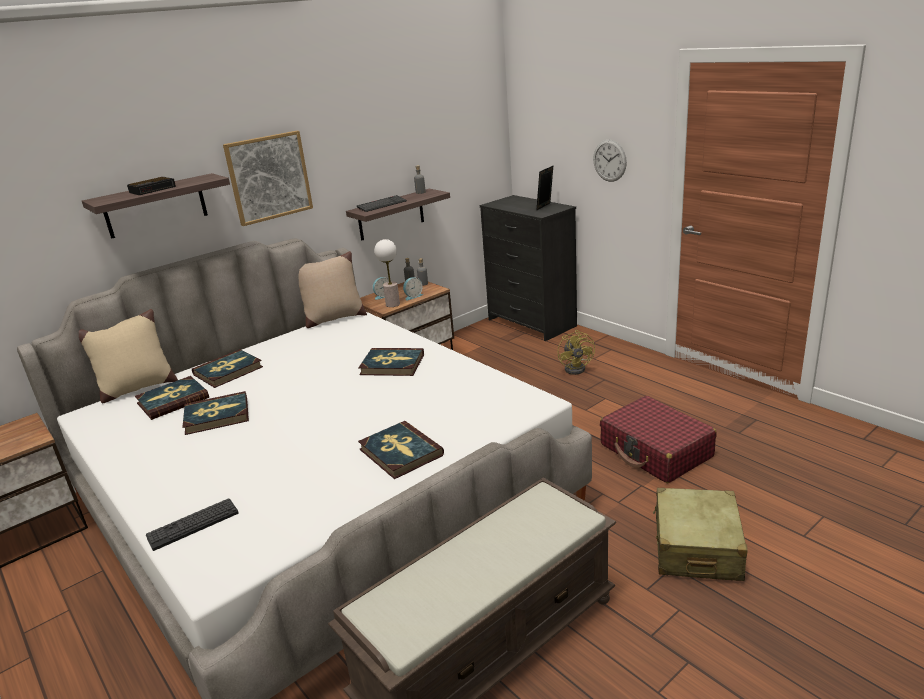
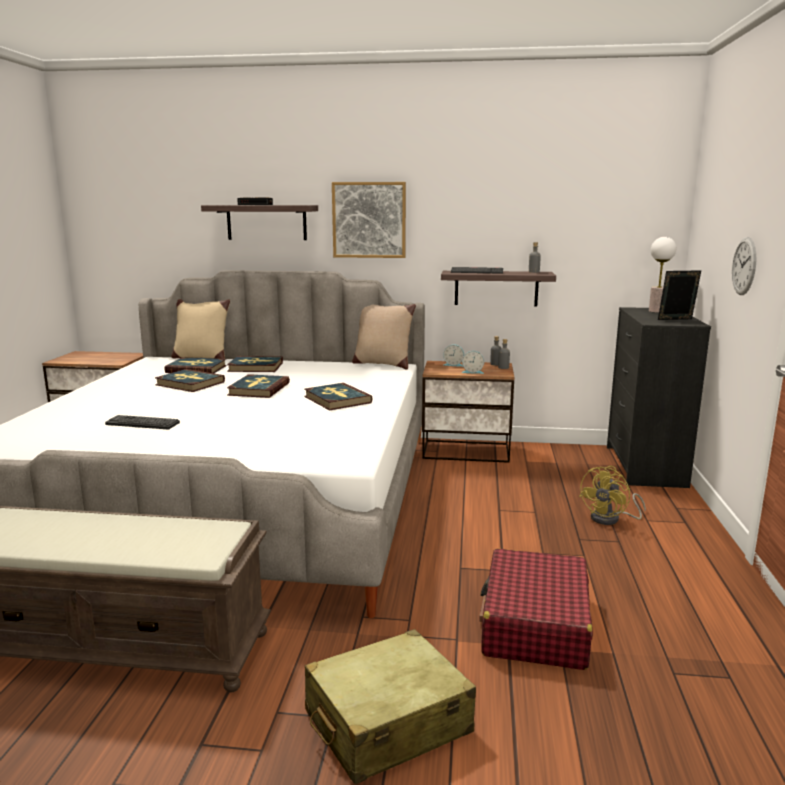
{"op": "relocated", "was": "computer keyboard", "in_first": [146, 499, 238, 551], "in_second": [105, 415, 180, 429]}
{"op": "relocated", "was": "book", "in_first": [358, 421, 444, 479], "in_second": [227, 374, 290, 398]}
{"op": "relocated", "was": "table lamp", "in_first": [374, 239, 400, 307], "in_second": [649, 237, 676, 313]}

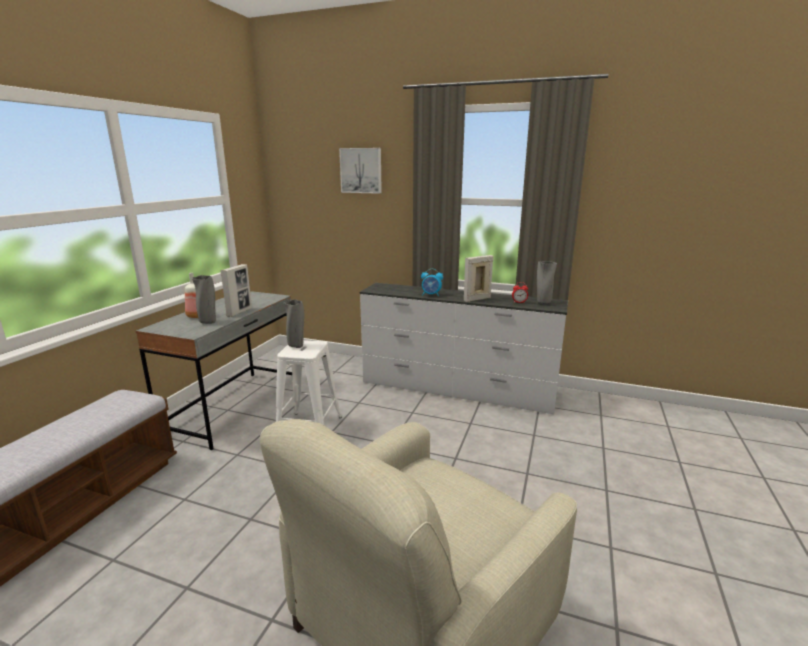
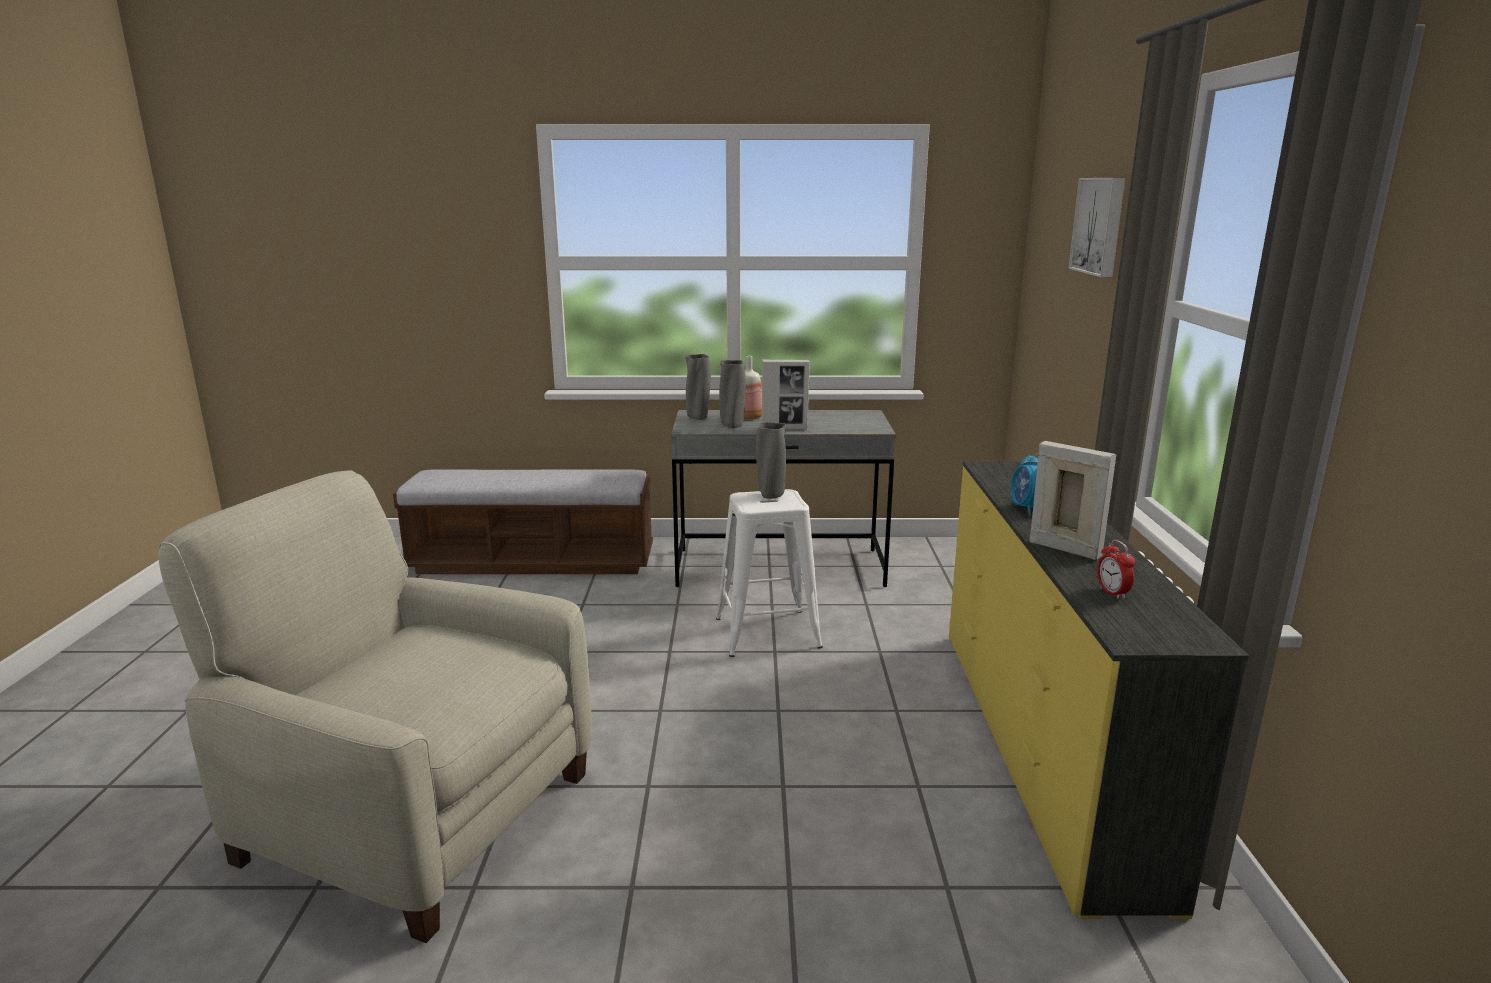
{"op": "relocated", "was": "grey flower vase", "in_first": [537, 261, 557, 305], "in_second": [685, 354, 711, 420]}
{"op": "colour", "was": "white-coloured chest of drawers", "now": "yellow chest of drawers", "in_first": [360, 283, 568, 415], "in_second": [949, 461, 1249, 919]}

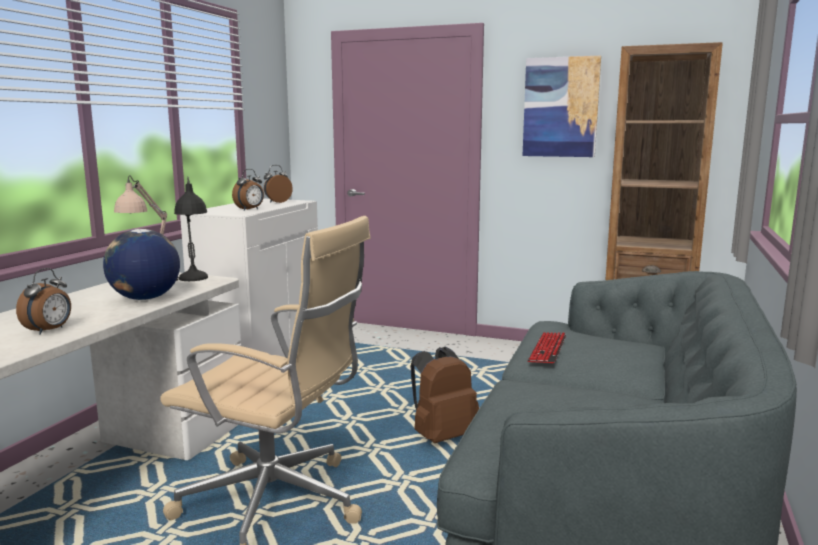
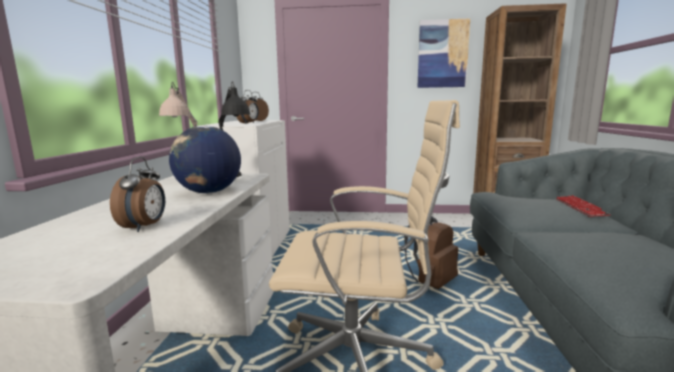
{"op": "relocated", "was": "computer keyboard", "in_first": [528, 332, 566, 363], "in_second": [556, 195, 611, 217]}

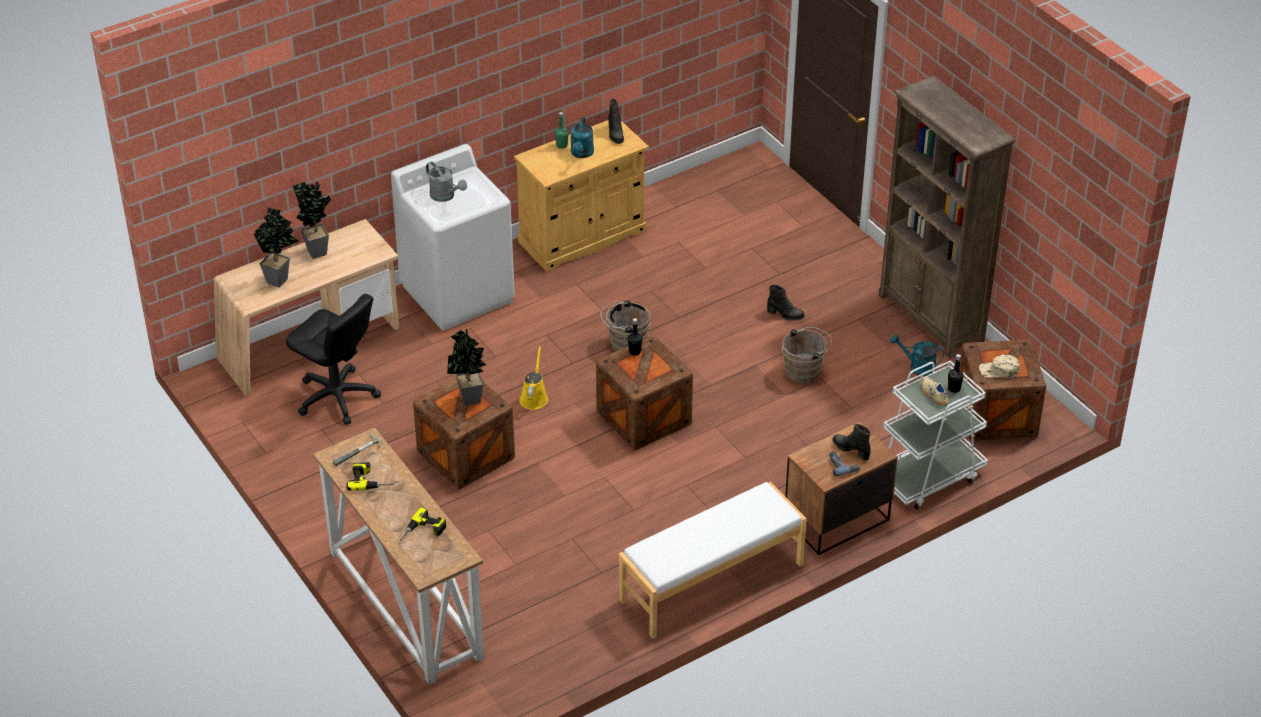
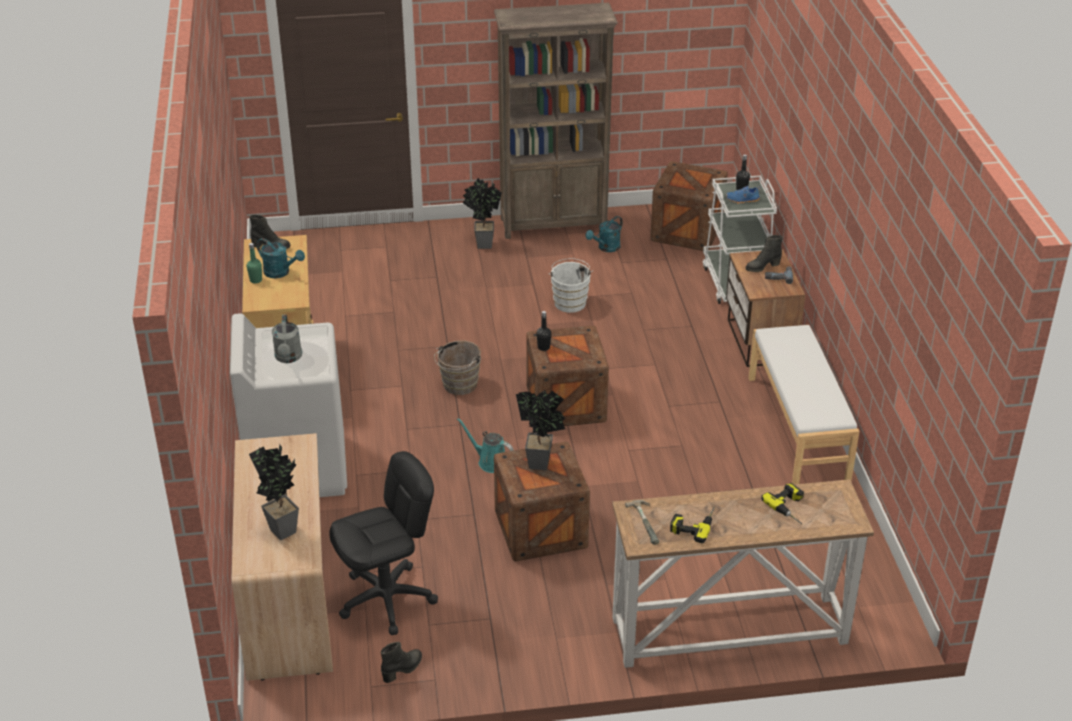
{"op": "spun", "was": "grey sprinkling can", "in_first": [426, 162, 467, 202], "in_second": [272, 315, 302, 363], "clockwise": 105}
{"op": "relocated", "was": "black-coloured tall boot", "in_first": [767, 285, 805, 321], "in_second": [381, 642, 422, 683]}
{"op": "colour", "was": "yellow sprinkling can", "now": "turquoise sprinkling can", "in_first": [519, 346, 548, 410], "in_second": [457, 418, 514, 473]}
{"op": "relocated", "was": "plant in a pot", "in_first": [293, 182, 331, 259], "in_second": [463, 178, 502, 249]}
{"op": "colour", "was": "brown-coloured pail", "now": "white-coloured pail", "in_first": [782, 327, 832, 384], "in_second": [549, 258, 593, 313]}
{"op": "colour", "was": "beige low shoe", "now": "bluish low shoe", "in_first": [921, 377, 948, 405], "in_second": [726, 186, 760, 204]}
{"op": "missing", "was": "beige peaked cap", "in_first": [979, 355, 1020, 378]}

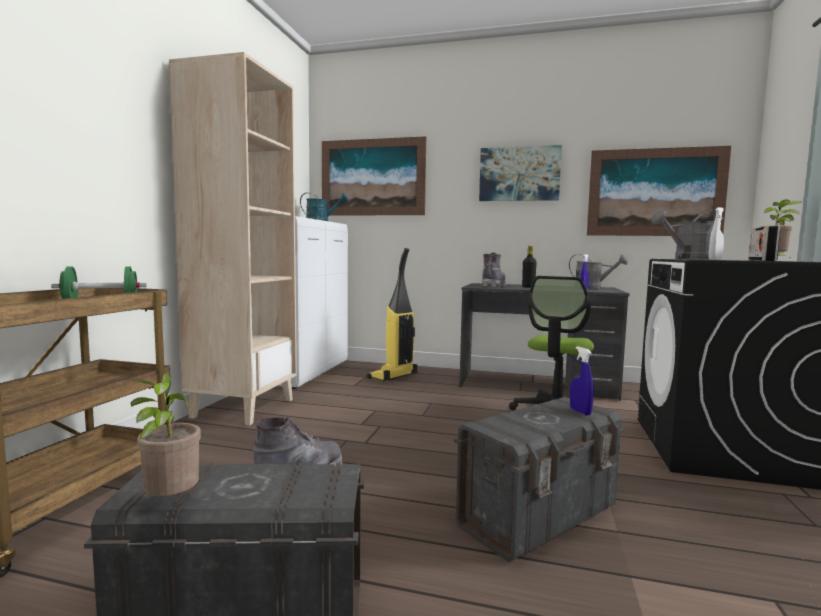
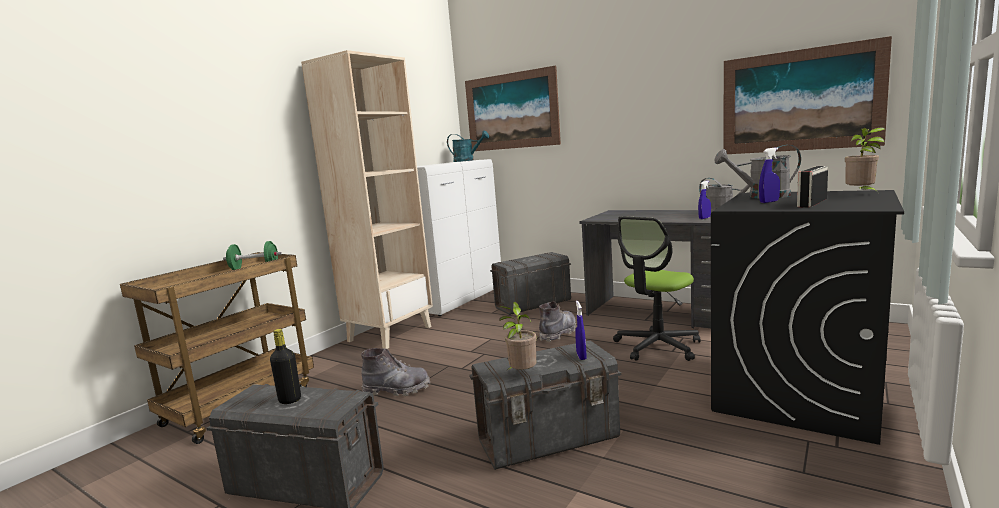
{"op": "relocated", "was": "black-coloured drink bottle", "in_first": [522, 246, 537, 288], "in_second": [270, 329, 301, 404]}
{"op": "exchanged", "was": "hoover", "now": "grey storage box", "in_first": [367, 248, 417, 381], "in_second": [490, 252, 571, 315]}
{"op": "relocated", "was": "plant in a pot", "in_first": [131, 372, 201, 500], "in_second": [499, 302, 537, 370]}
{"op": "relocated", "was": "grey tall boot", "in_first": [482, 252, 506, 287], "in_second": [539, 301, 576, 342]}
{"op": "colour", "was": "white-coloured hand sprayer", "now": "bluish hand sprayer", "in_first": [709, 207, 724, 260], "in_second": [759, 147, 780, 203]}
{"op": "missing", "was": "wall art", "in_first": [479, 145, 562, 201]}

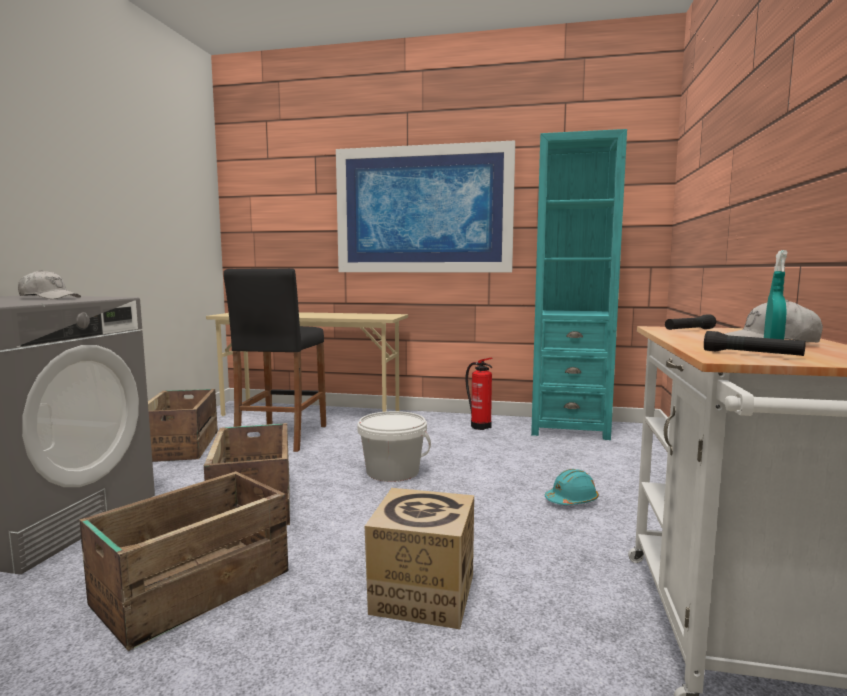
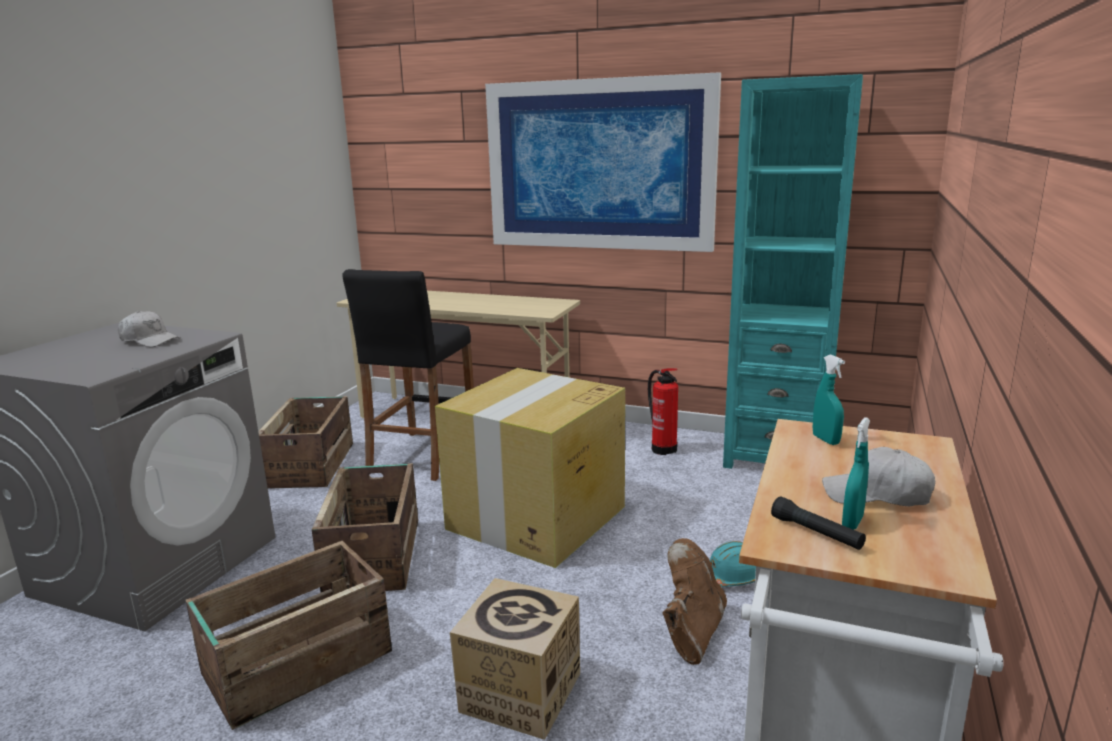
{"op": "exchanged", "was": "white-coloured pail", "now": "packing box", "in_first": [357, 411, 431, 482], "in_second": [435, 368, 625, 568]}
{"op": "appeared", "now": "brown-coloured tall boot", "in_second": [663, 538, 727, 665]}
{"op": "exchanged", "was": "black-coloured hand torch", "now": "turquoise hand sprayer", "in_first": [665, 314, 716, 330], "in_second": [813, 355, 845, 445]}

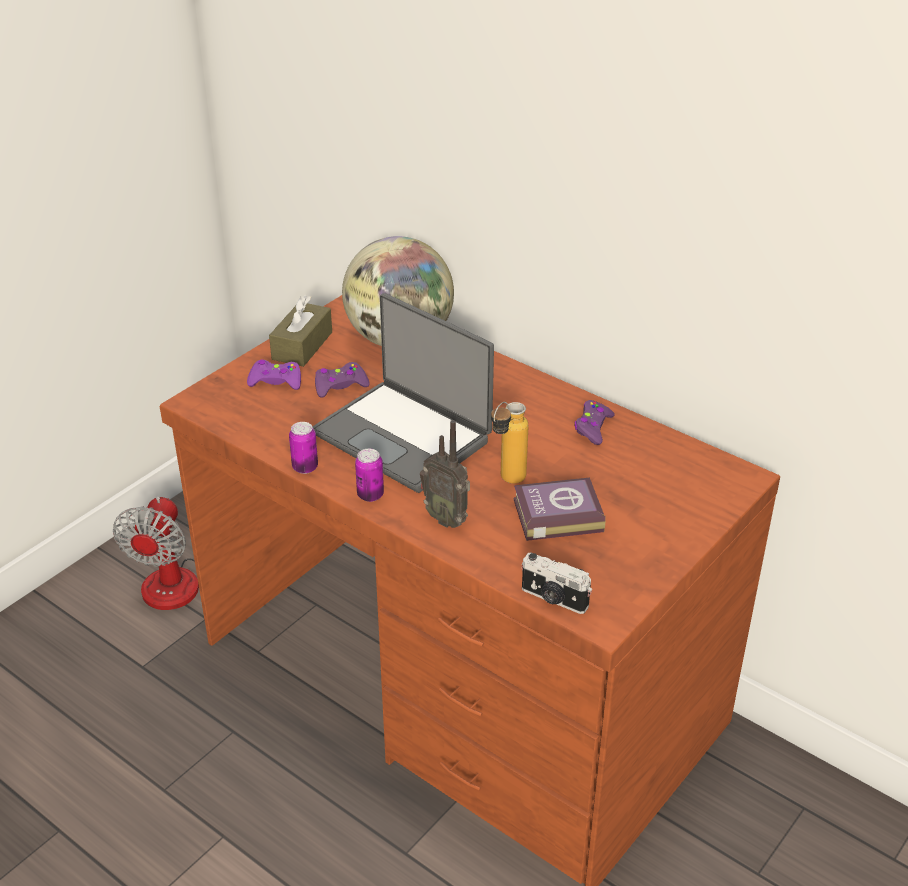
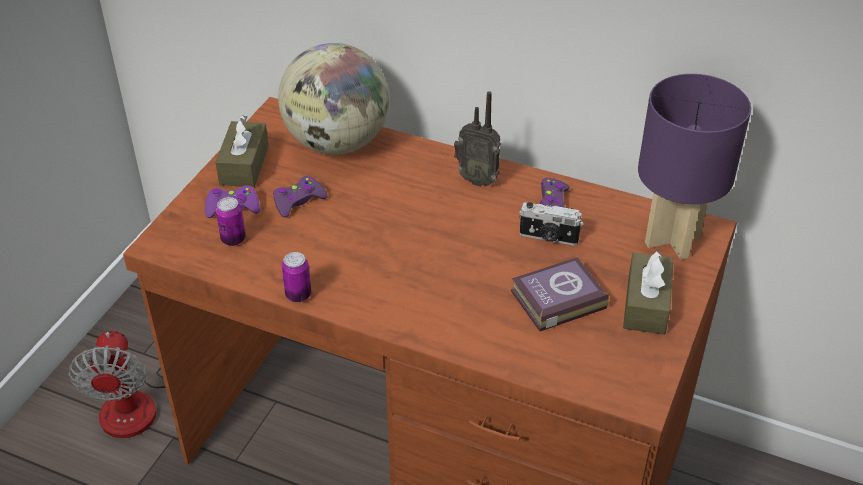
{"op": "relocated", "was": "metal can", "in_first": [355, 449, 384, 502], "in_second": [216, 197, 246, 246]}
{"op": "relocated", "was": "radio set", "in_first": [420, 420, 470, 528], "in_second": [454, 91, 501, 187]}
{"op": "relocated", "was": "photo camera", "in_first": [522, 552, 592, 614], "in_second": [519, 202, 583, 246]}
{"op": "appeared", "now": "brown-coloured box of tissues", "in_second": [623, 251, 674, 335]}
{"op": "appeared", "now": "purple table lamp", "in_second": [638, 74, 751, 260]}
{"op": "missing", "was": "portable computer", "in_first": [313, 293, 494, 493]}
{"op": "missing", "was": "drink bottle", "in_first": [491, 402, 529, 484]}

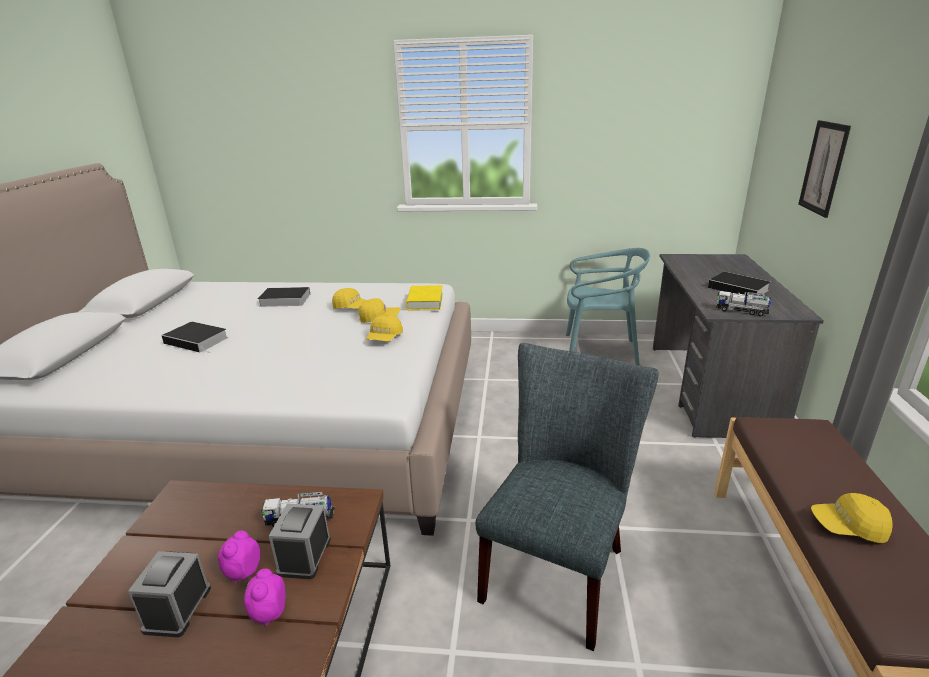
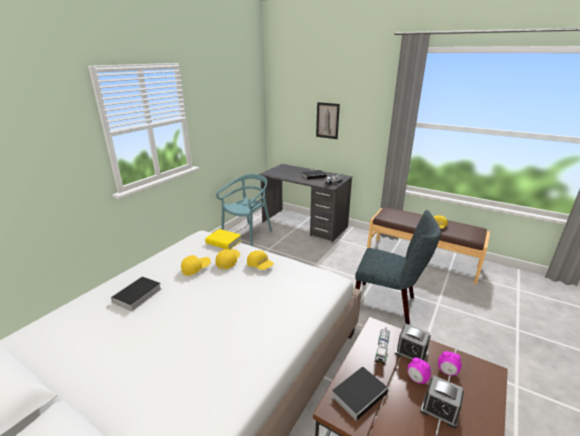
{"op": "relocated", "was": "book", "in_first": [161, 322, 228, 353], "in_second": [332, 367, 391, 421]}
{"op": "spun", "was": "grey upright chair", "in_first": [475, 343, 659, 651], "in_second": [355, 210, 441, 325], "clockwise": 150}

